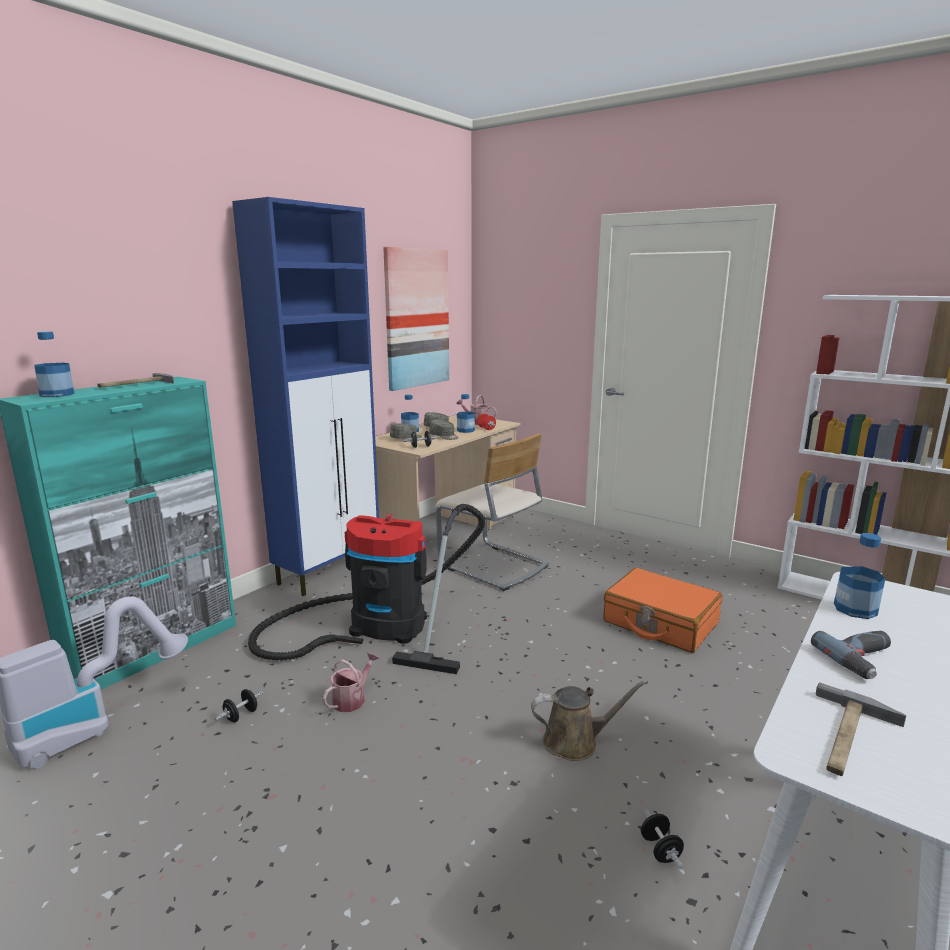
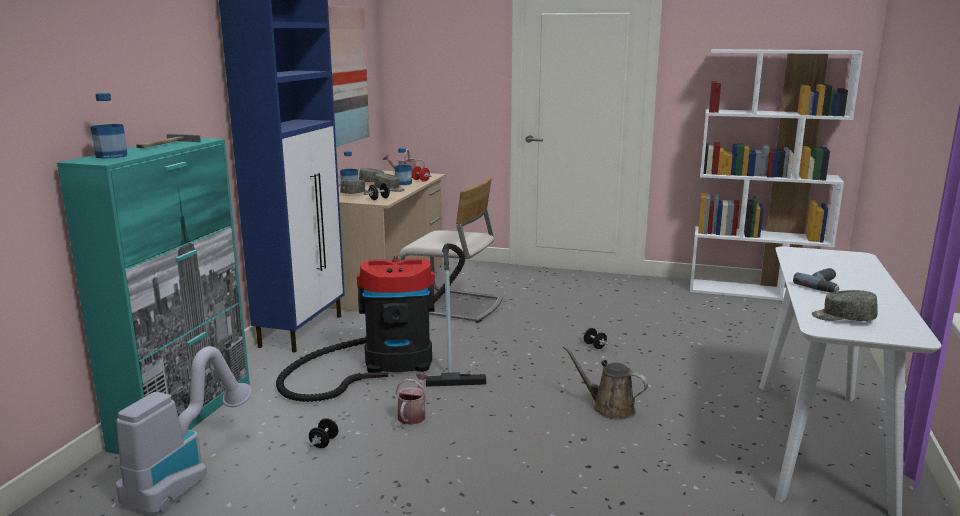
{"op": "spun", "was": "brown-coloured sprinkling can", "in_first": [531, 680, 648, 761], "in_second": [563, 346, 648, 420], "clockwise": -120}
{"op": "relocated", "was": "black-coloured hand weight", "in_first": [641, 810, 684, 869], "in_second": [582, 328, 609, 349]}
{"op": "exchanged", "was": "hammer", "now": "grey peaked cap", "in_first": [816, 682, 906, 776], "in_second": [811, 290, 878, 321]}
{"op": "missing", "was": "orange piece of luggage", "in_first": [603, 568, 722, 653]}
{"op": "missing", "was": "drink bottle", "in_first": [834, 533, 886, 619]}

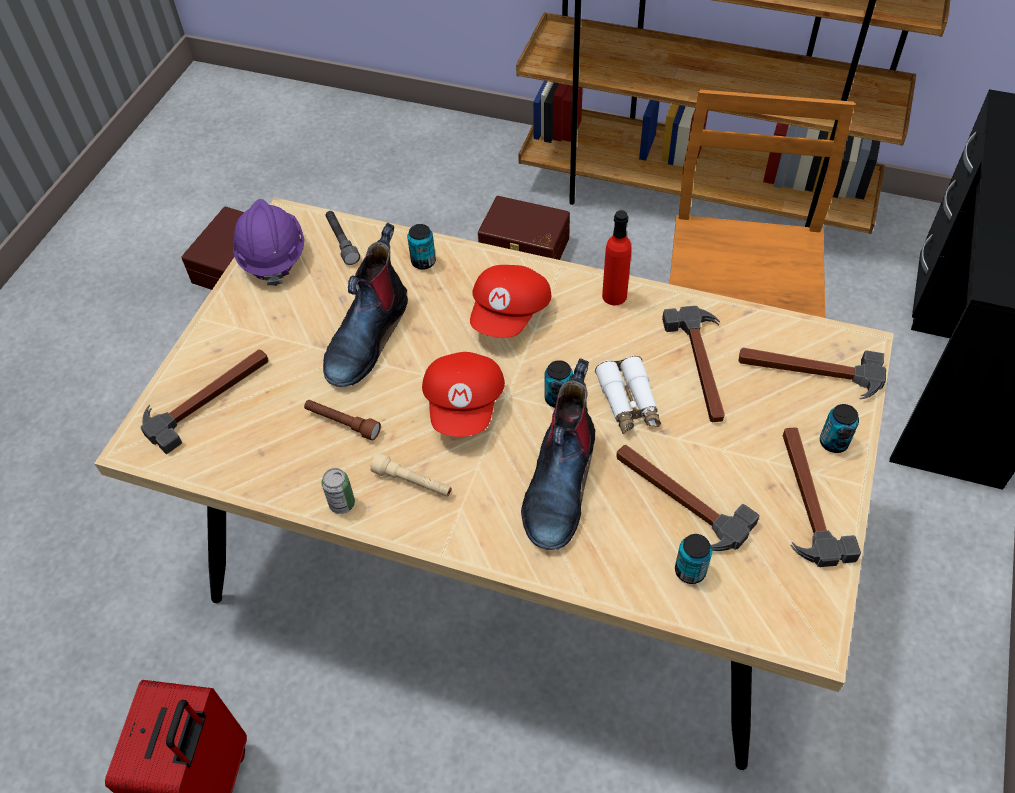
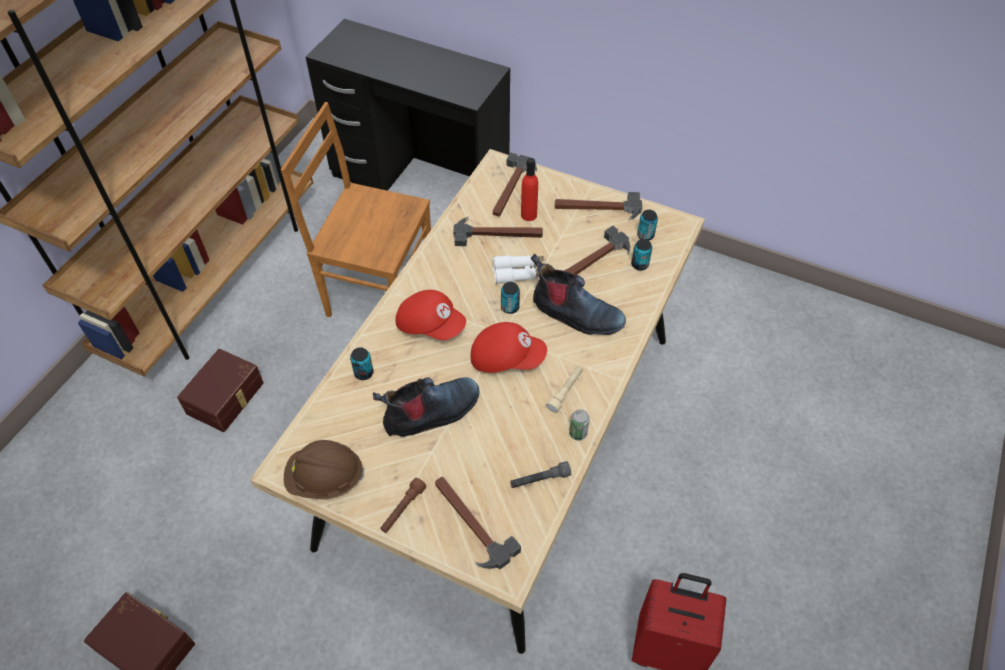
{"op": "colour", "was": "purple work helmet", "now": "brown-coloured work helmet", "in_first": [233, 199, 304, 286], "in_second": [284, 440, 365, 499]}
{"op": "spun", "was": "tall boot", "in_first": [323, 223, 408, 387], "in_second": [373, 377, 479, 437], "clockwise": -60}
{"op": "relocated", "was": "brown-coloured hand torch", "in_first": [304, 400, 381, 440], "in_second": [380, 478, 426, 533]}
{"op": "relocated", "was": "grey hand torch", "in_first": [325, 211, 360, 265], "in_second": [510, 461, 571, 488]}
{"op": "relocated", "was": "red-coloured drink bottle", "in_first": [602, 210, 631, 305], "in_second": [521, 158, 538, 221]}
{"op": "relocated", "was": "metal can", "in_first": [820, 404, 859, 453], "in_second": [637, 210, 658, 240]}

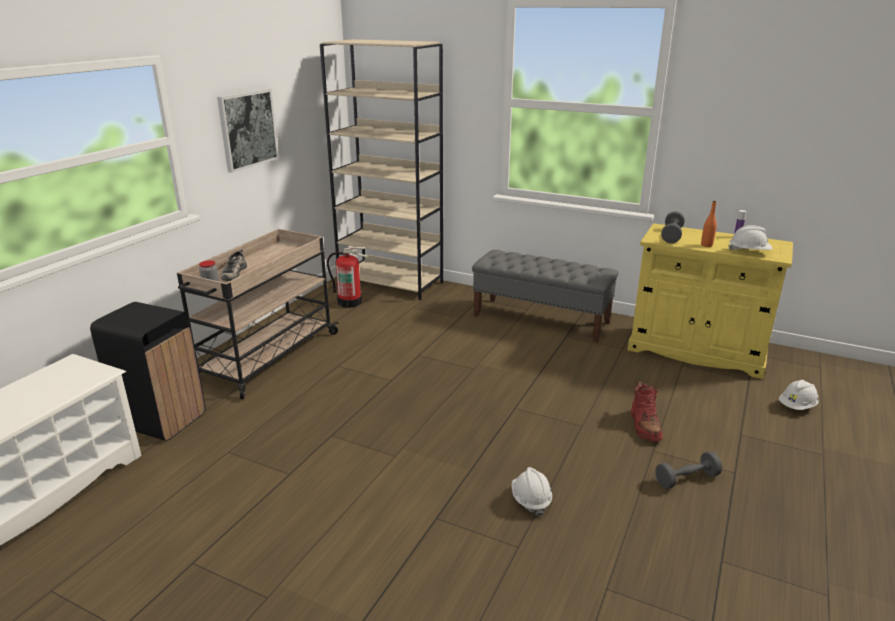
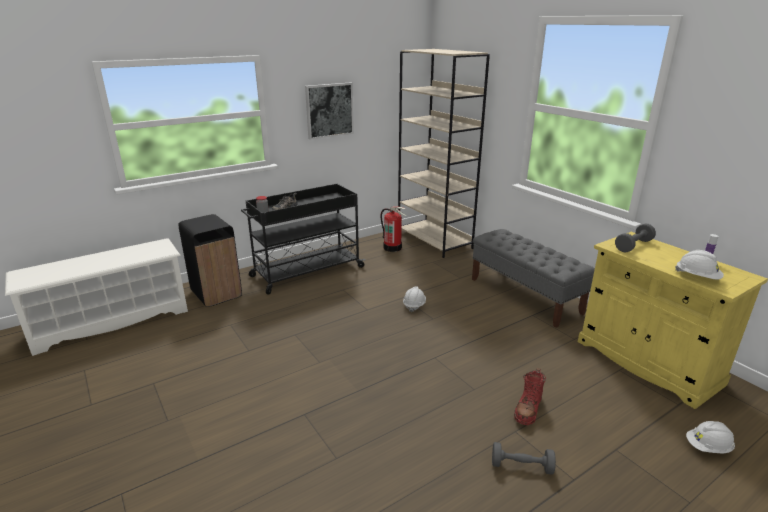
{"op": "colour", "was": "beige cart", "now": "black-coloured cart", "in_first": [177, 229, 339, 399], "in_second": [241, 184, 366, 295]}
{"op": "relocated", "was": "white-coloured work helmet", "in_first": [512, 467, 552, 516], "in_second": [403, 286, 426, 312]}
{"op": "missing", "was": "orange drink bottle", "in_first": [701, 201, 717, 247]}

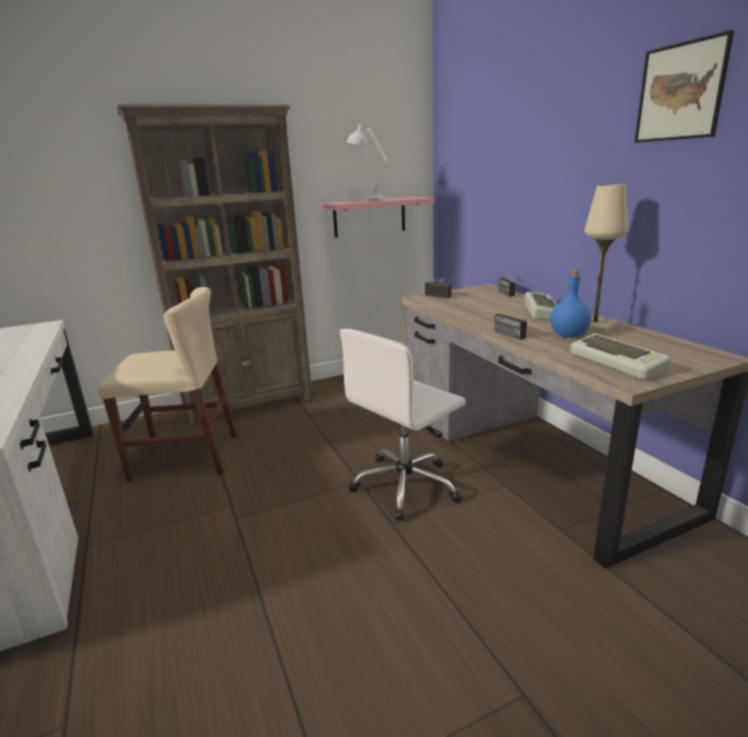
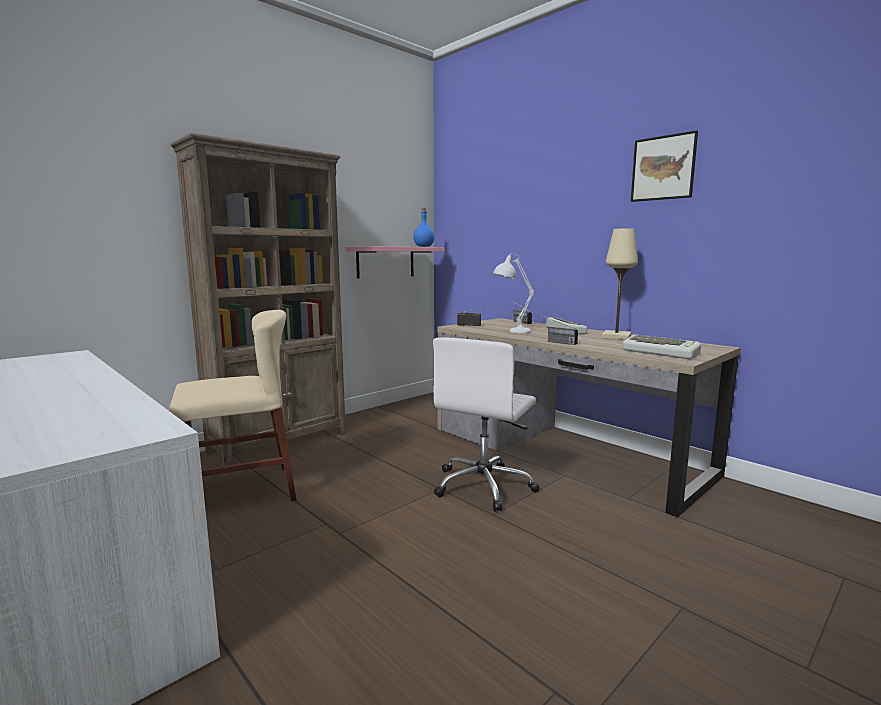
{"op": "relocated", "was": "bluish drink bottle", "in_first": [550, 270, 592, 338], "in_second": [413, 208, 435, 247]}
{"op": "relocated", "was": "white-coloured table lamp", "in_first": [347, 121, 388, 201], "in_second": [493, 253, 534, 334]}

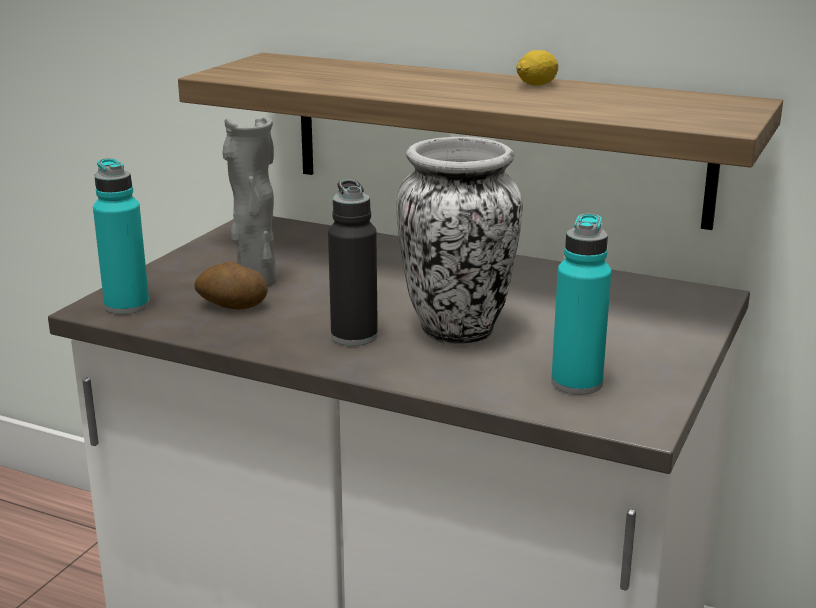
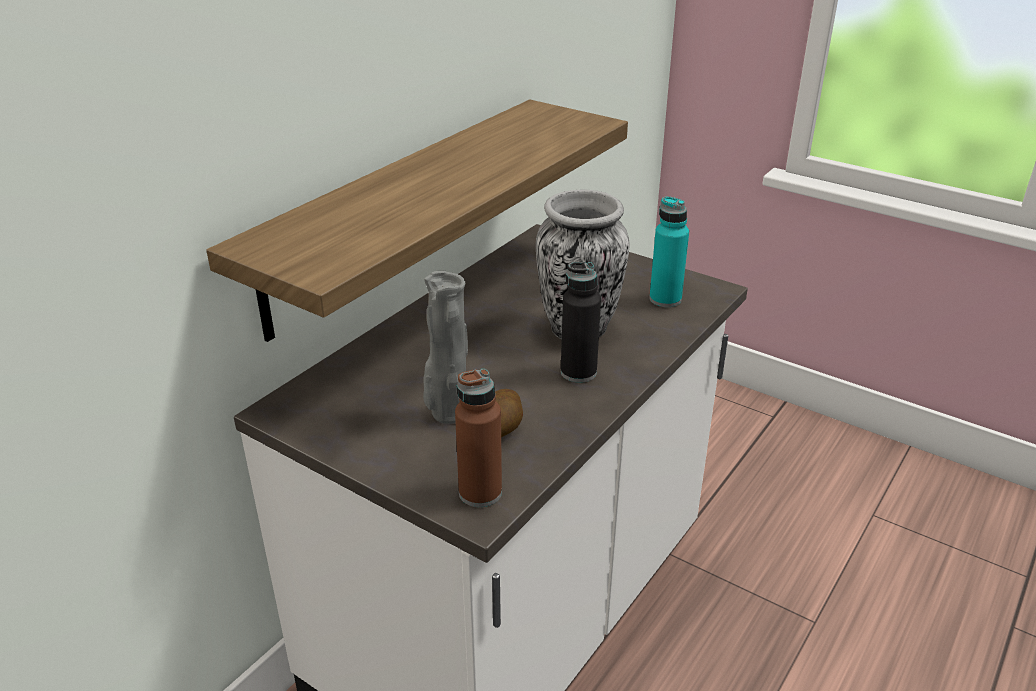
{"op": "colour", "was": "turquoise drink bottle", "now": "brown-coloured drink bottle", "in_first": [93, 158, 149, 314], "in_second": [455, 369, 502, 507]}
{"op": "missing", "was": "citrus fruit", "in_first": [516, 50, 558, 86]}

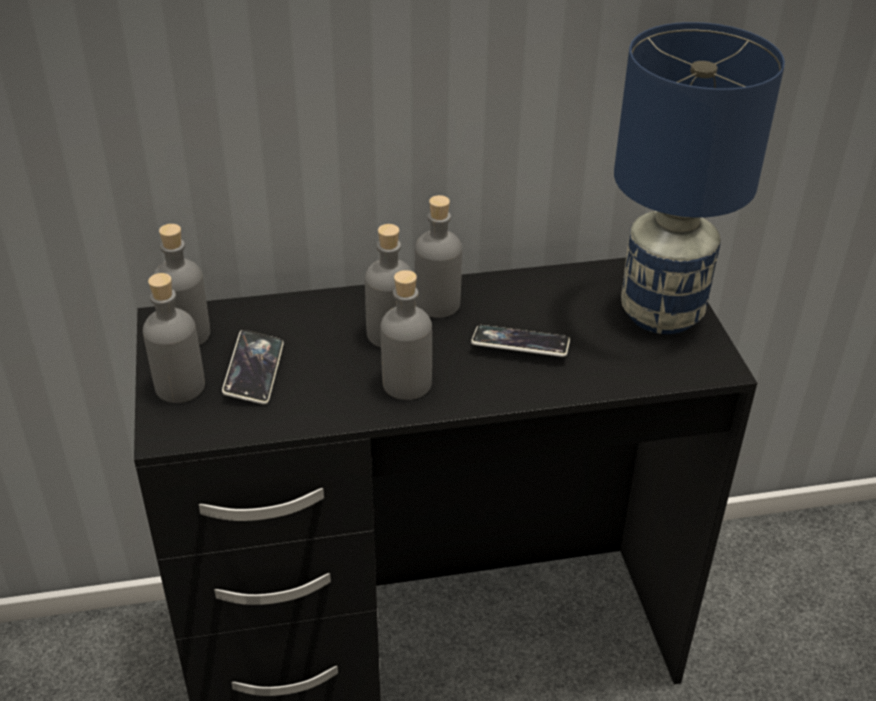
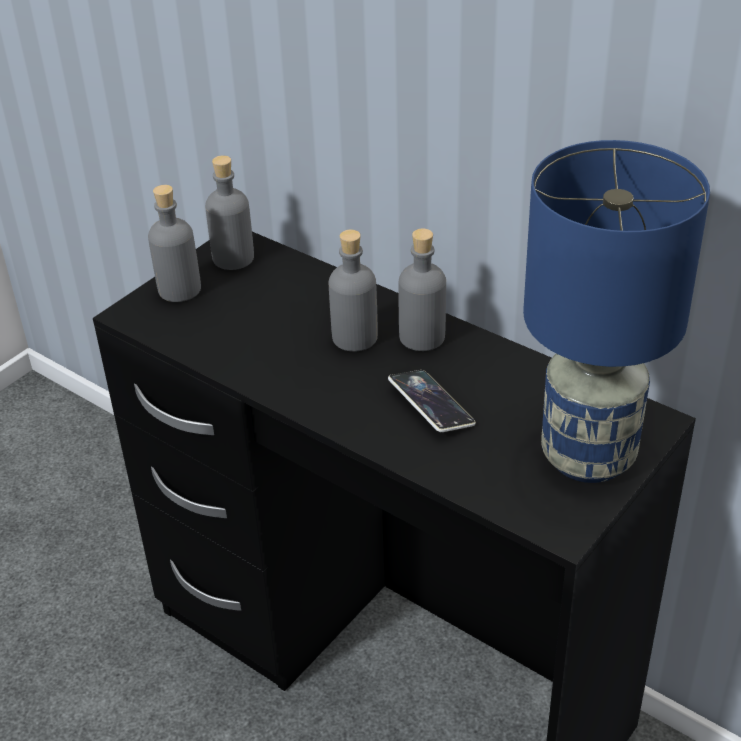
{"op": "missing", "was": "telephone", "in_first": [222, 330, 284, 404]}
{"op": "missing", "was": "grey drink bottle", "in_first": [380, 270, 432, 400]}

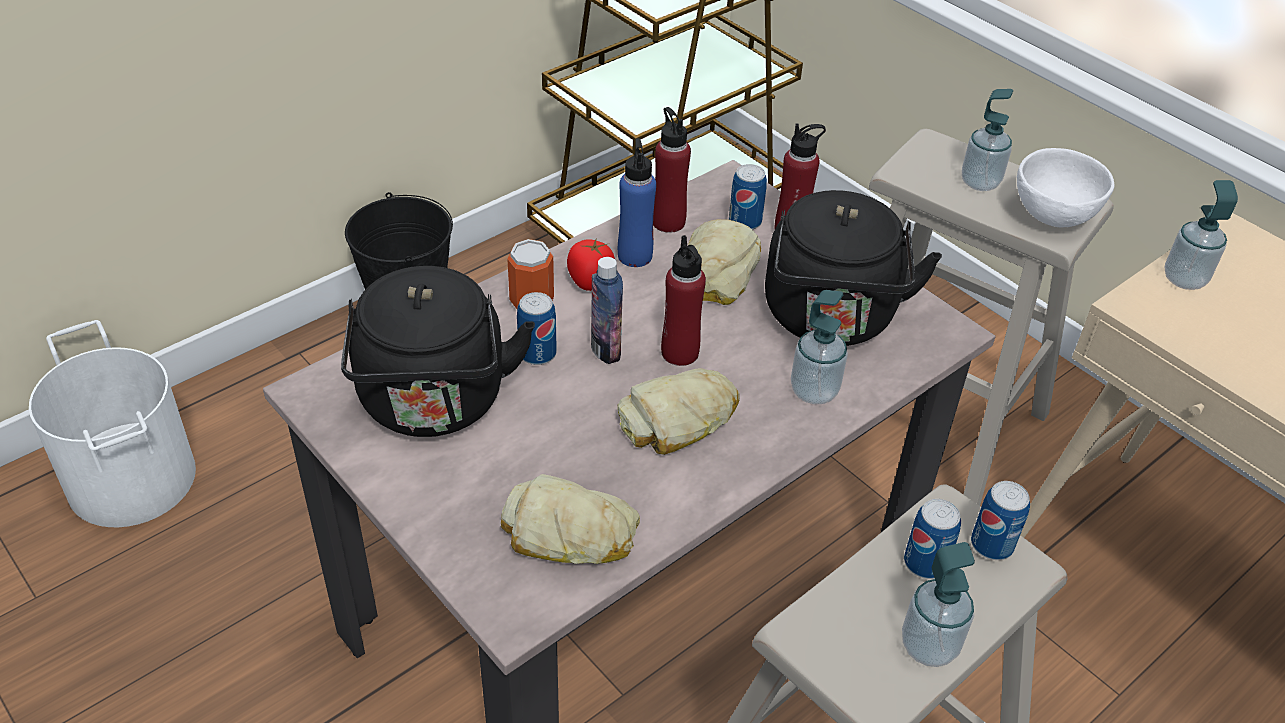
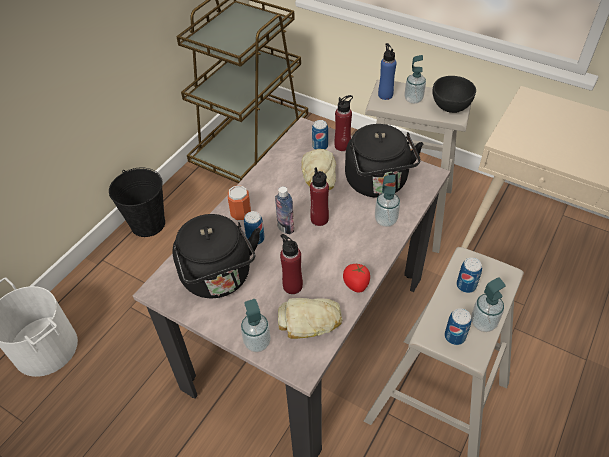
{"op": "relocated", "was": "soap bottle", "in_first": [1165, 180, 1238, 290], "in_second": [241, 299, 271, 352]}
{"op": "relocated", "was": "red-coloured drink bottle", "in_first": [653, 107, 691, 233], "in_second": [280, 234, 303, 294]}
{"op": "relocated", "was": "tomato", "in_first": [567, 239, 615, 291], "in_second": [343, 264, 370, 293]}
{"op": "relocated", "was": "bluish drink bottle", "in_first": [618, 138, 656, 267], "in_second": [378, 43, 396, 100]}
{"op": "colour", "was": "white-coloured bowl", "now": "black-coloured bowl", "in_first": [1017, 148, 1114, 227], "in_second": [432, 76, 476, 113]}
{"op": "relocated", "was": "metal can", "in_first": [971, 481, 1030, 560], "in_second": [444, 308, 472, 345]}
{"op": "missing", "was": "bread", "in_first": [618, 368, 740, 455]}

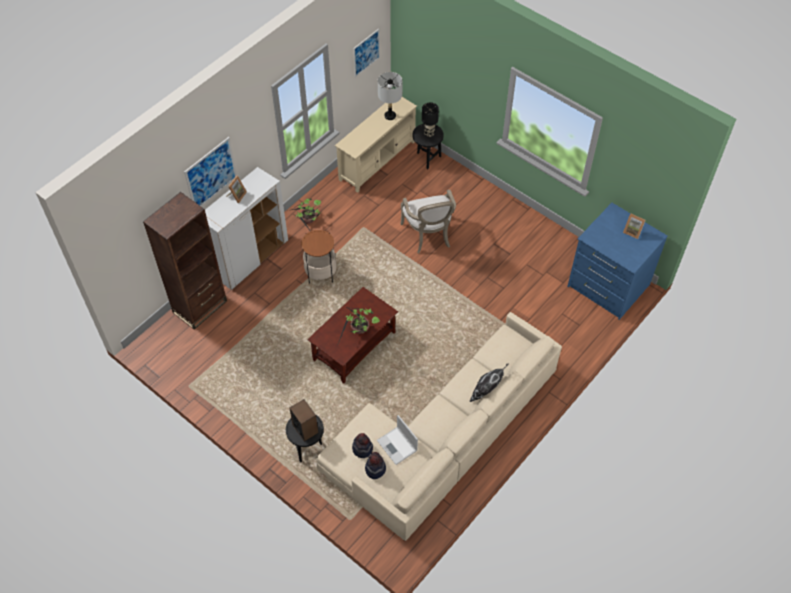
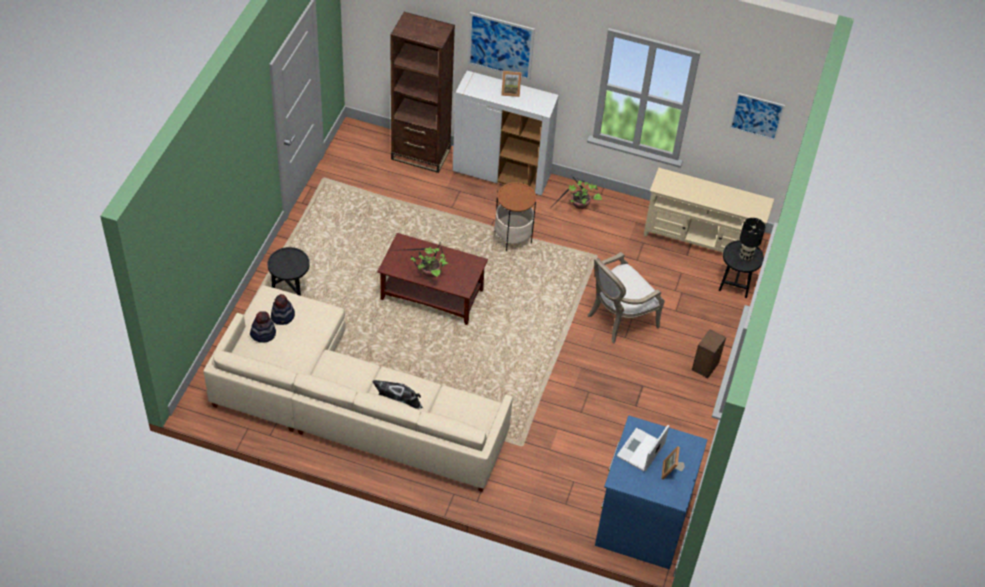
{"op": "relocated", "was": "portable computer", "in_first": [377, 415, 418, 465], "in_second": [617, 425, 669, 471]}
{"op": "relocated", "was": "loudspeaker", "in_first": [290, 399, 318, 442], "in_second": [692, 329, 726, 378]}
{"op": "missing", "was": "grey table lamp", "in_first": [378, 72, 402, 120]}

